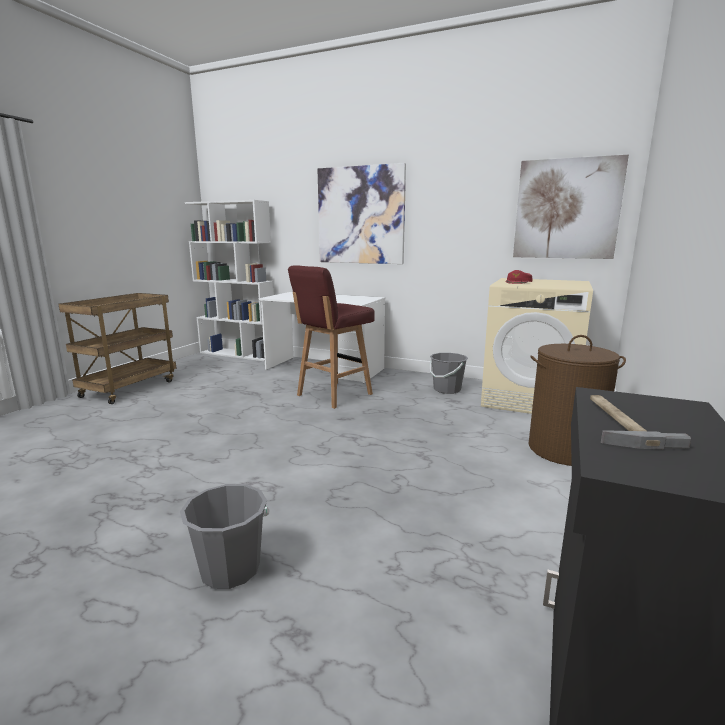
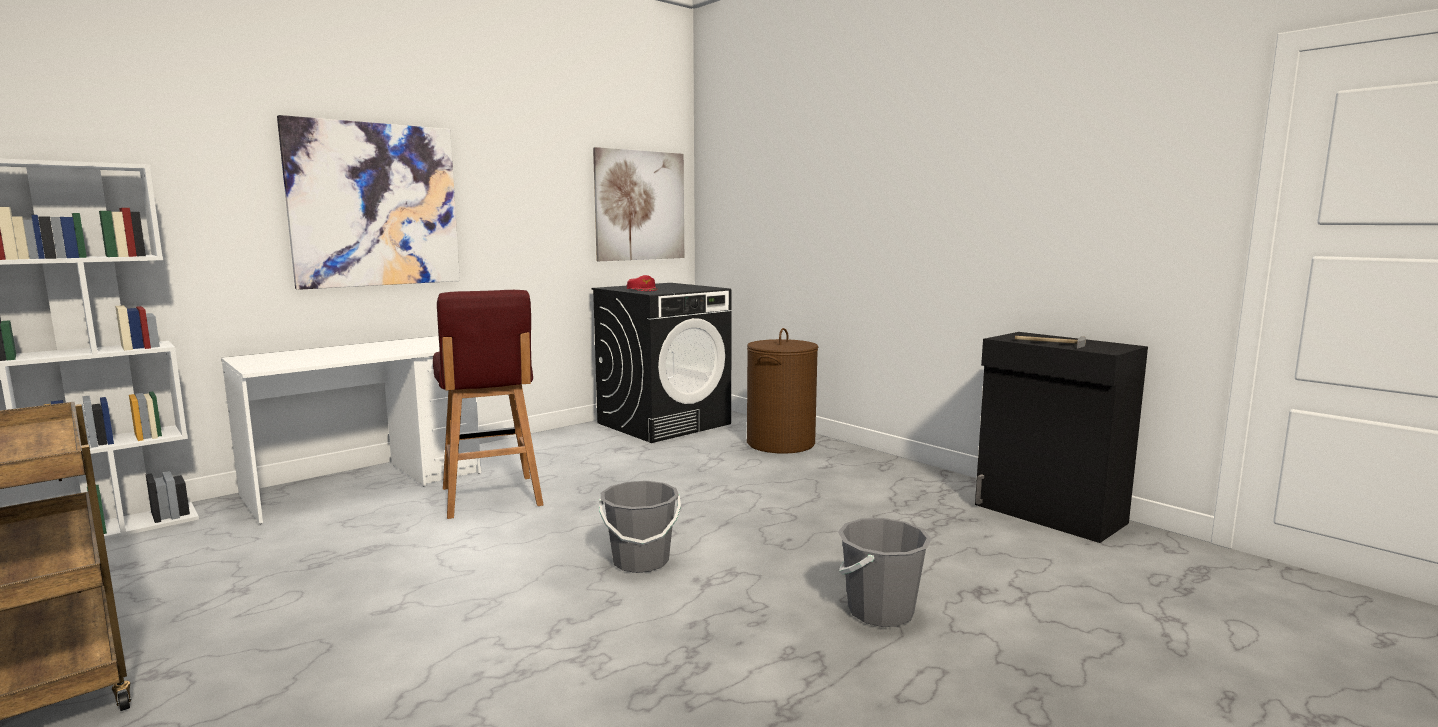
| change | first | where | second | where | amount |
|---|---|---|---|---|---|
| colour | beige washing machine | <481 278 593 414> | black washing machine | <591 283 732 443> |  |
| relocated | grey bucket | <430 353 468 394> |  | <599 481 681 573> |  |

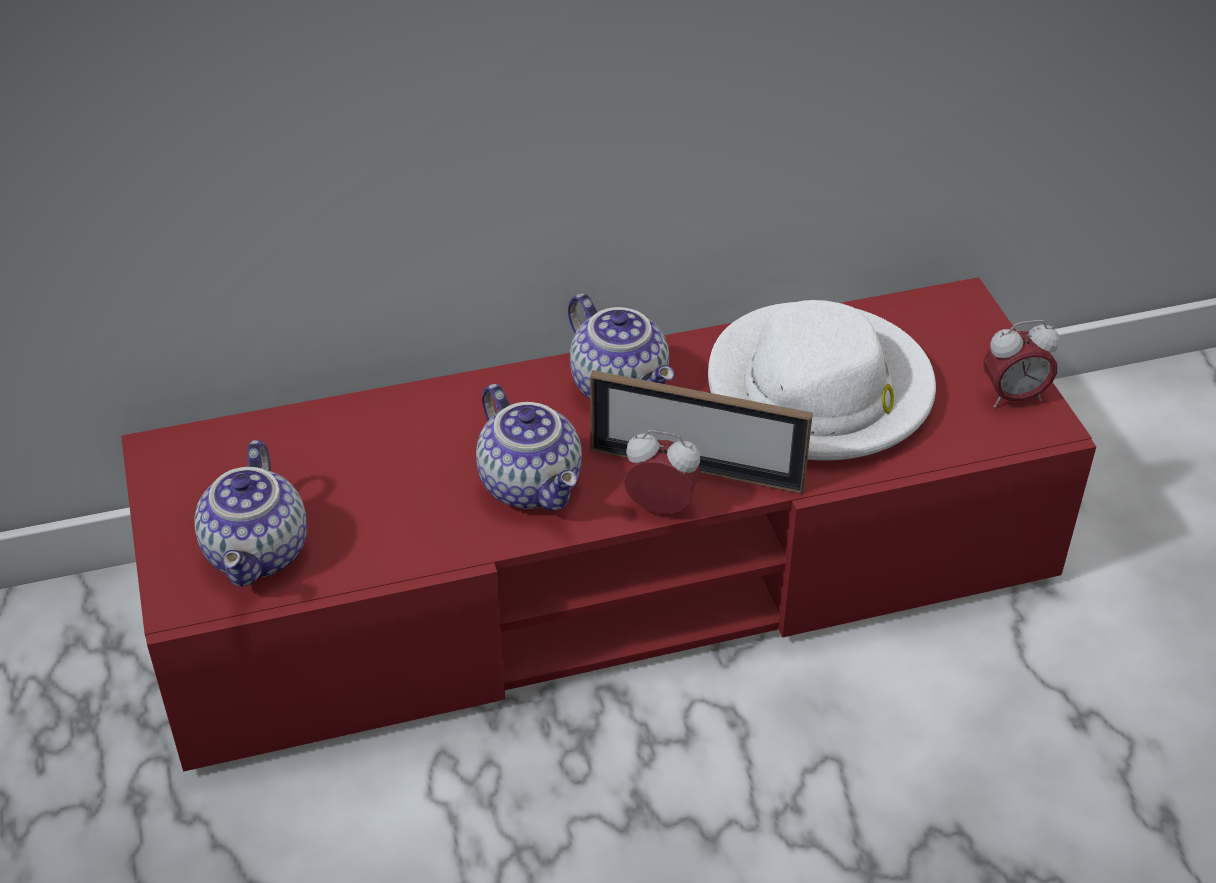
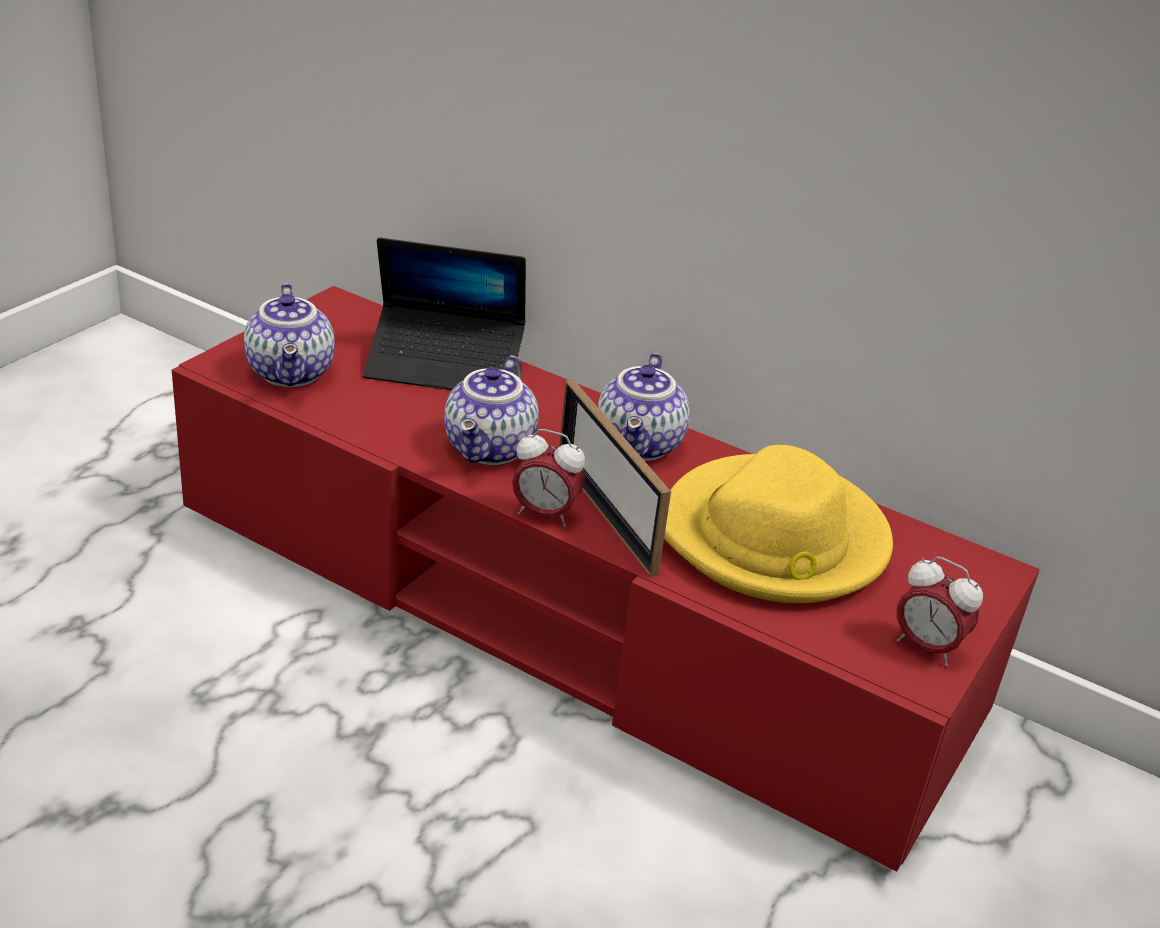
| change | first | where | second | where | amount |
|---|---|---|---|---|---|
| colour | white hat | <708 300 936 460> | yellow hat | <664 445 893 603> |  |
| spun | alarm clock | <624 430 701 514> |  | <512 429 585 527> | 135 degrees clockwise |
| spun | teapot | <194 440 307 587> |  | <244 283 335 387> | 60 degrees counterclockwise |
| appeared |  |  | laptop | <363 237 526 390> |  |

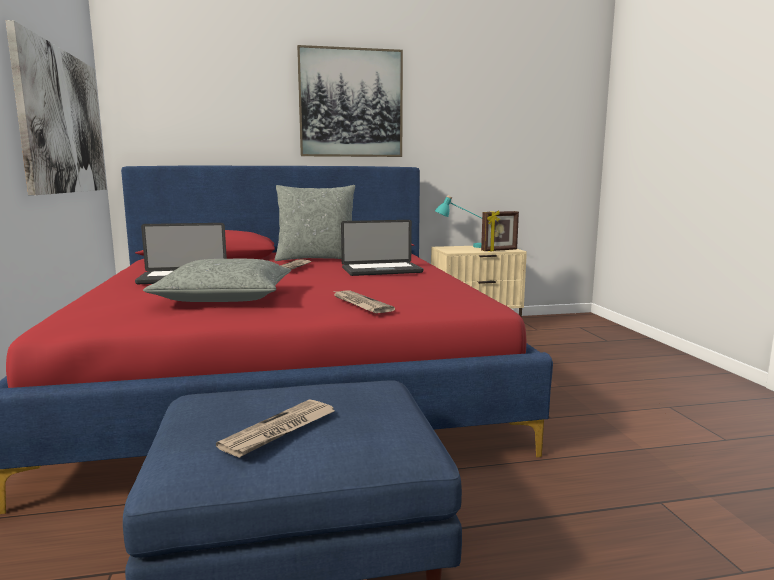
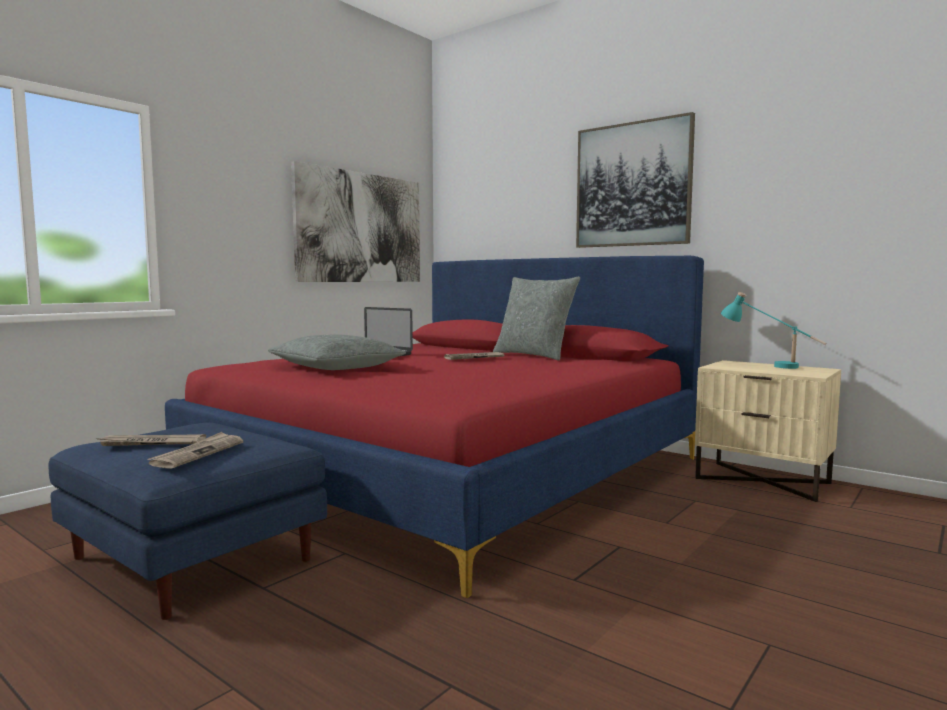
| change | first | where | second | where | amount |
|---|---|---|---|---|---|
| missing | picture frame | <481 210 519 252> |  |  |  |
| missing | laptop | <341 220 423 276> |  |  |  |
| relocated | newspaper | <332 290 395 313> |  | <147 432 243 469> |  |

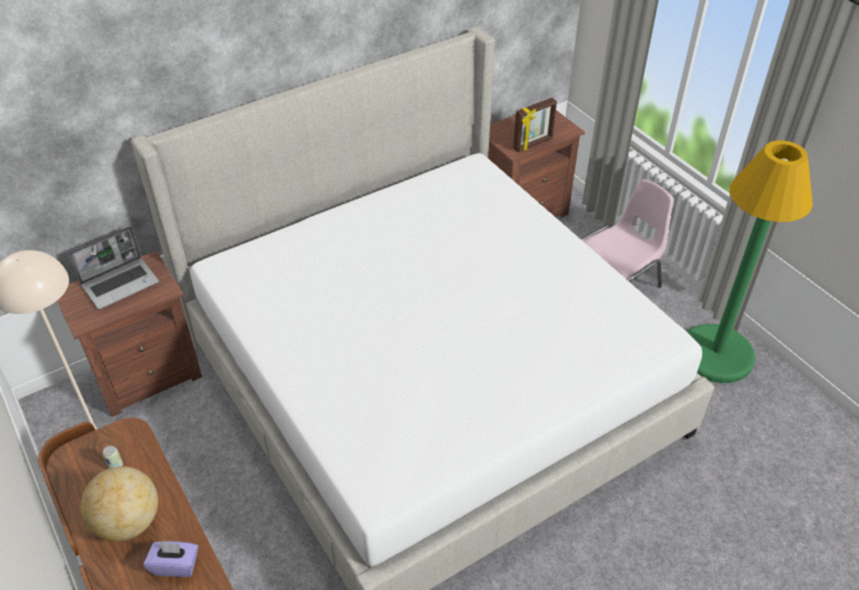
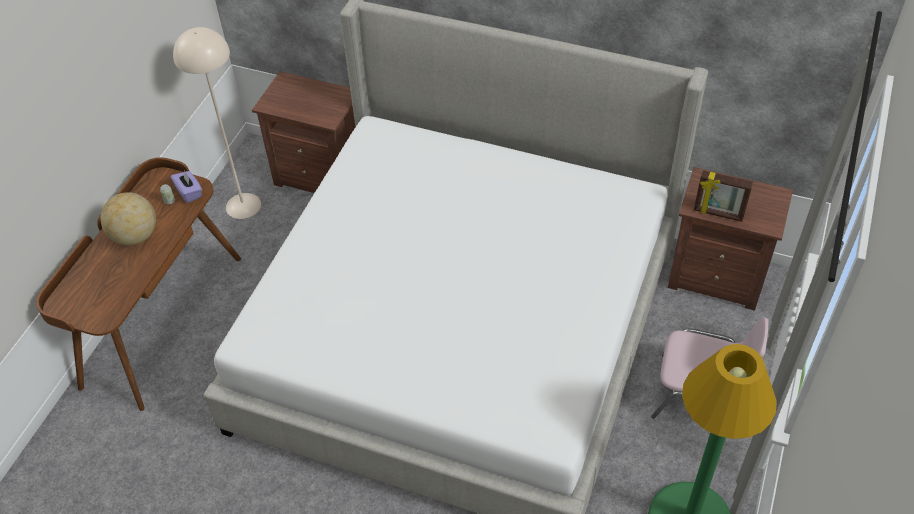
| change | first | where | second | where | amount |
|---|---|---|---|---|---|
| missing | laptop | <69 226 159 309> |  |  |  |
| relocated | purple tissue box | <144 541 198 577> |  | <171 171 202 203> |  |

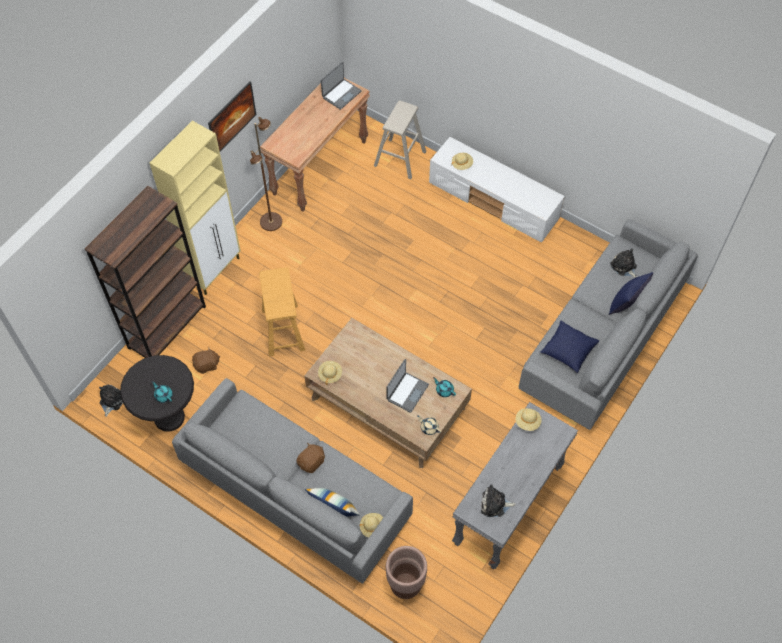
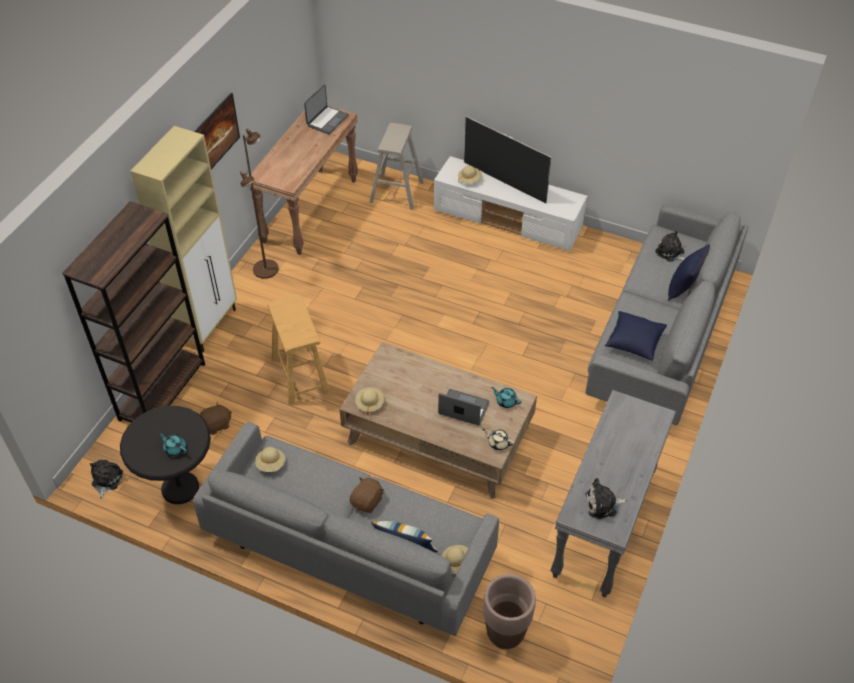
| change | first | where | second | where | amount |
|---|---|---|---|---|---|
| spun | laptop | <386 359 429 413> |  | <438 389 489 426> | 90 degrees counterclockwise |
| relocated | beige hat | <516 408 542 431> |  | <255 447 285 472> |  |
| appeared |  |  | television | <464 116 552 203> |  |

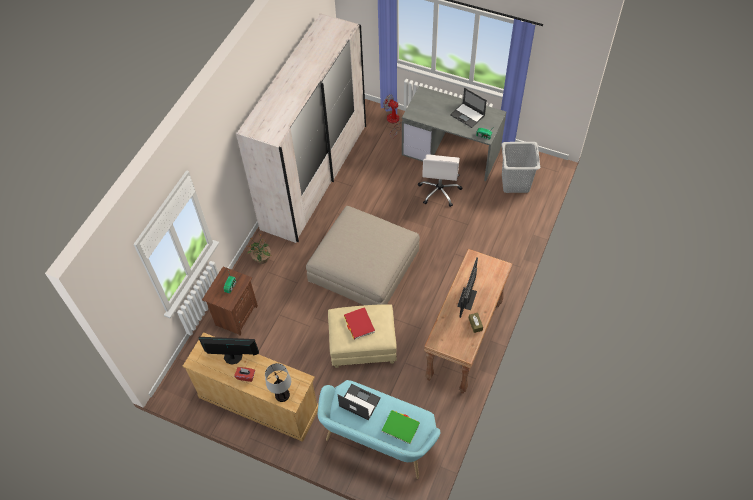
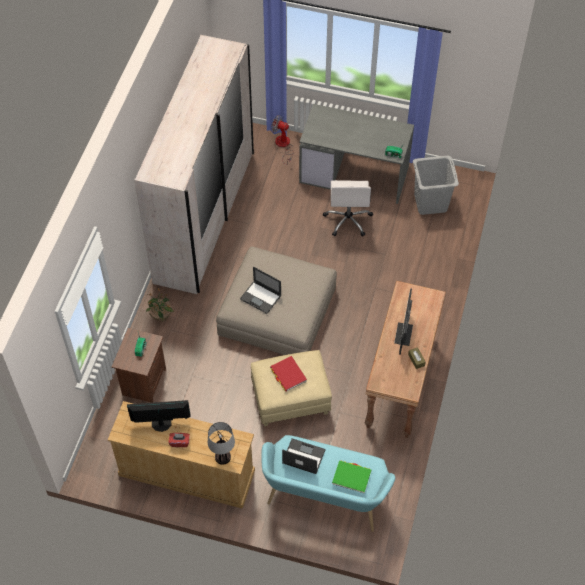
| change | first | where | second | where | amount |
|---|---|---|---|---|---|
| relocated | laptop | <450 88 487 128> |  | <240 267 282 314> |  |

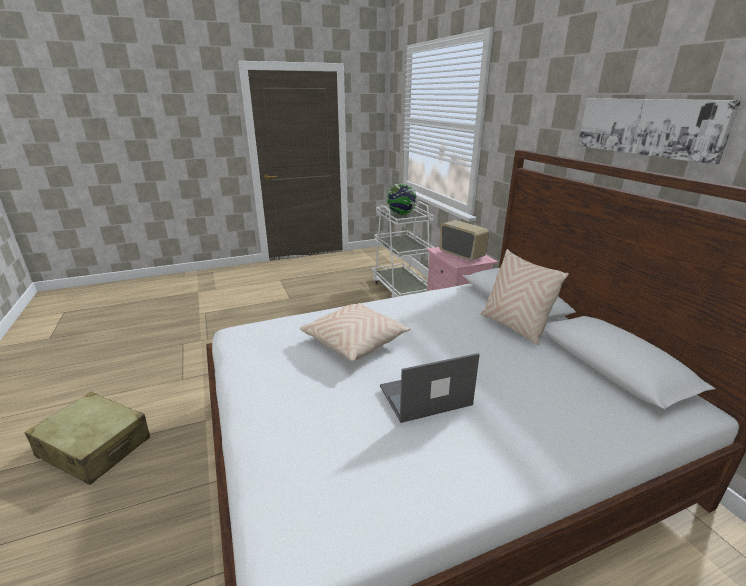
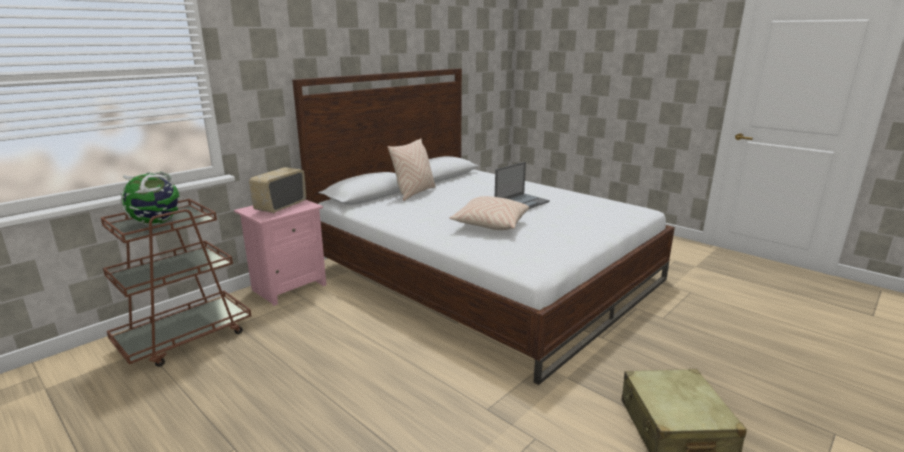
| change | first | where | second | where | amount |
|---|---|---|---|---|---|
| missing | picture | <578 98 741 165> |  |  |  |
| colour | white cart | <372 201 434 298> | brown cart | <101 199 251 367> |  |
| spun | laptop | <380 353 480 423> |  | <495 162 550 209> | 90 degrees counterclockwise |

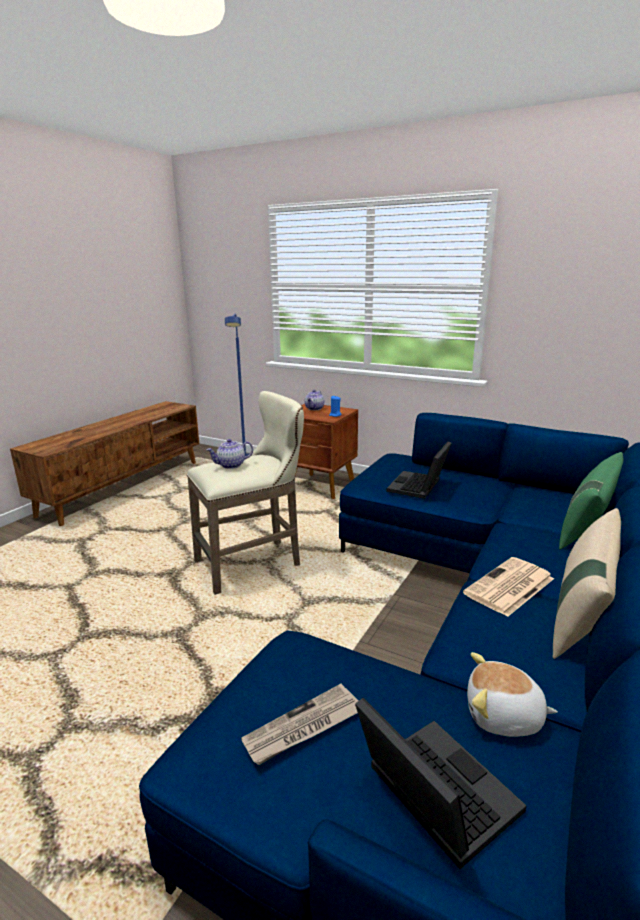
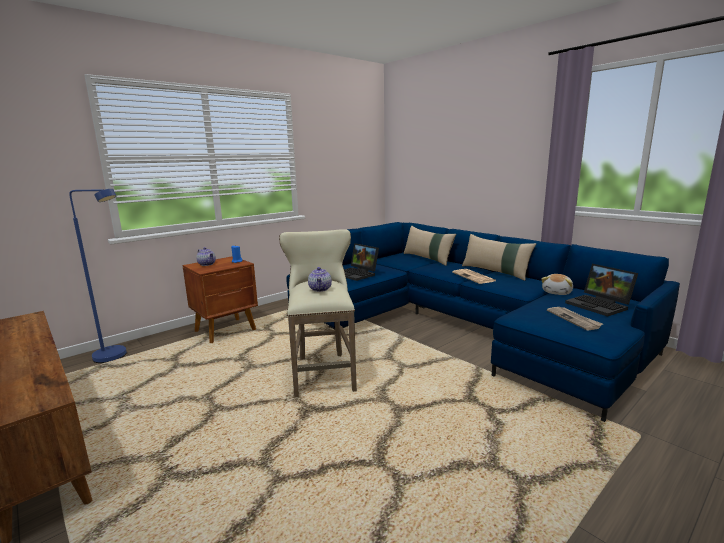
| change | first | where | second | where | amount |
|---|---|---|---|---|---|
| colour | green pillow | <559 452 624 550> | beige pillow | <404 226 456 266> |  |
| spun | laptop | <355 697 527 869> |  | <565 264 638 317> | 105 degrees counterclockwise |

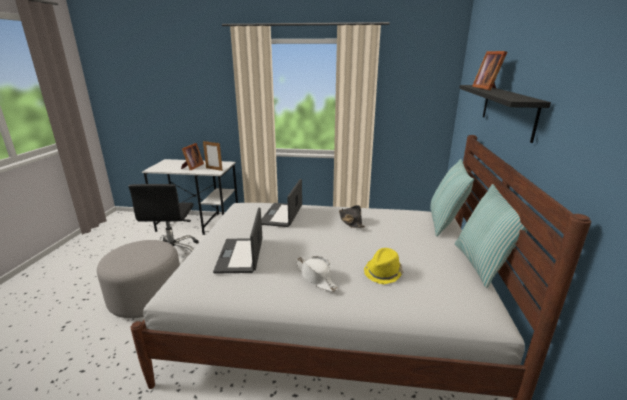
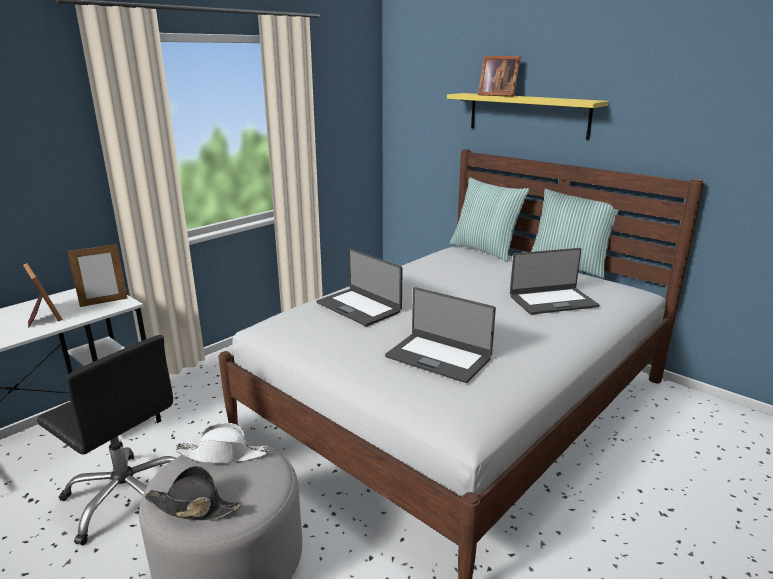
| change | first | where | second | where | amount |
|---|---|---|---|---|---|
| colour | black shelf | <459 85 551 143> | yellow shelf | <447 93 609 140> |  |
| relocated | black hat | <339 205 366 228> |  | <144 466 242 521> |  |
| exchanged | yellow hat | <364 248 404 284> | laptop | <510 248 599 315> |  |
| relocated | white hat | <296 256 338 292> |  | <176 423 269 463> |  |

